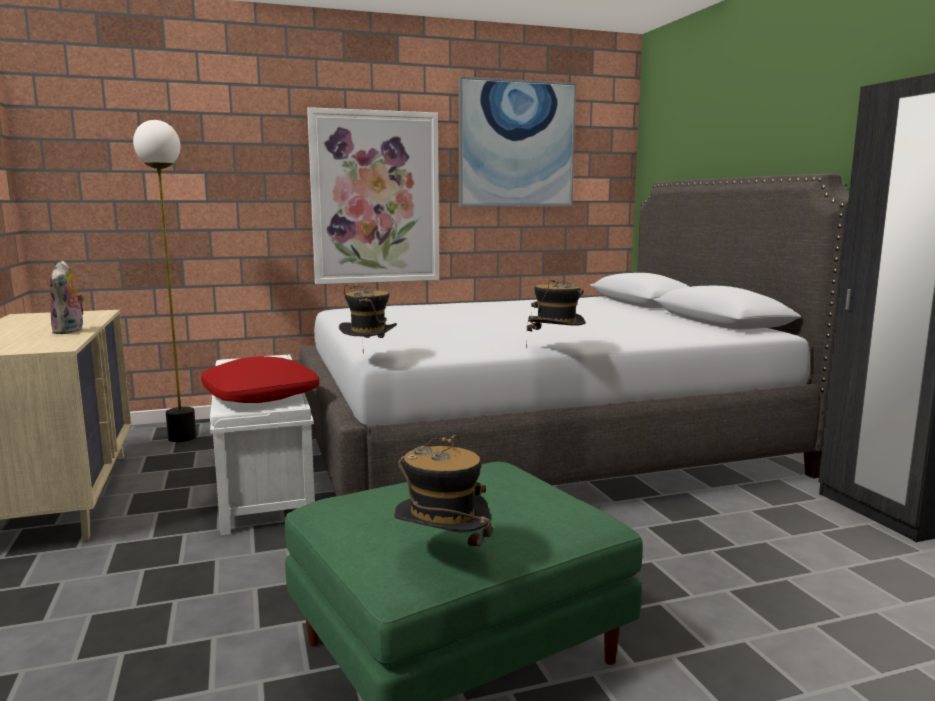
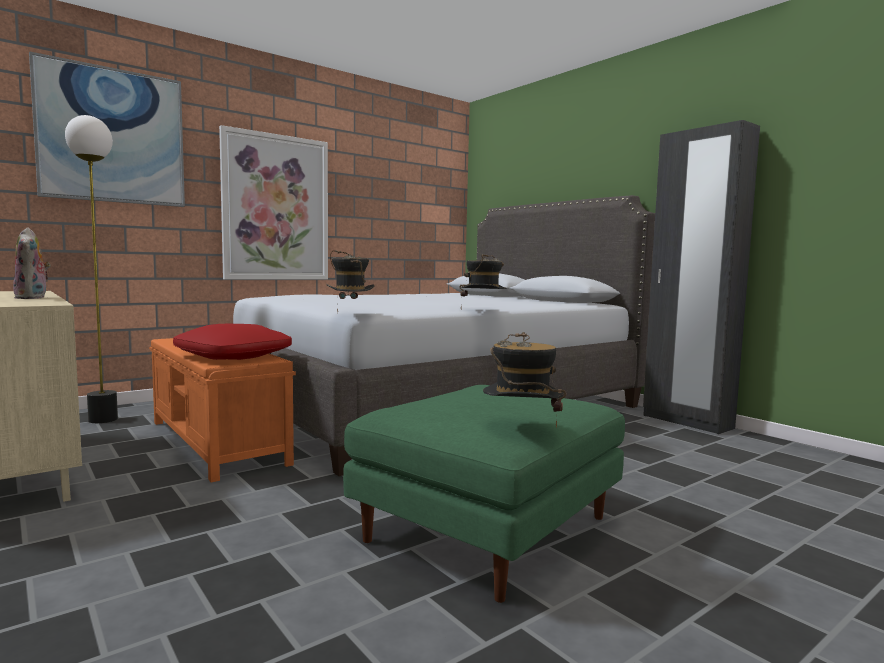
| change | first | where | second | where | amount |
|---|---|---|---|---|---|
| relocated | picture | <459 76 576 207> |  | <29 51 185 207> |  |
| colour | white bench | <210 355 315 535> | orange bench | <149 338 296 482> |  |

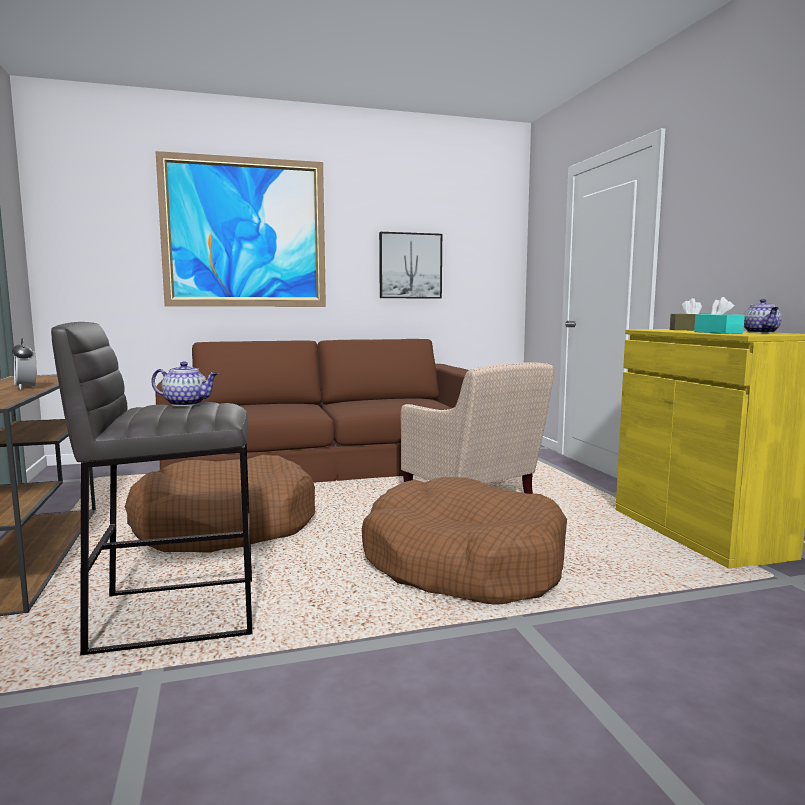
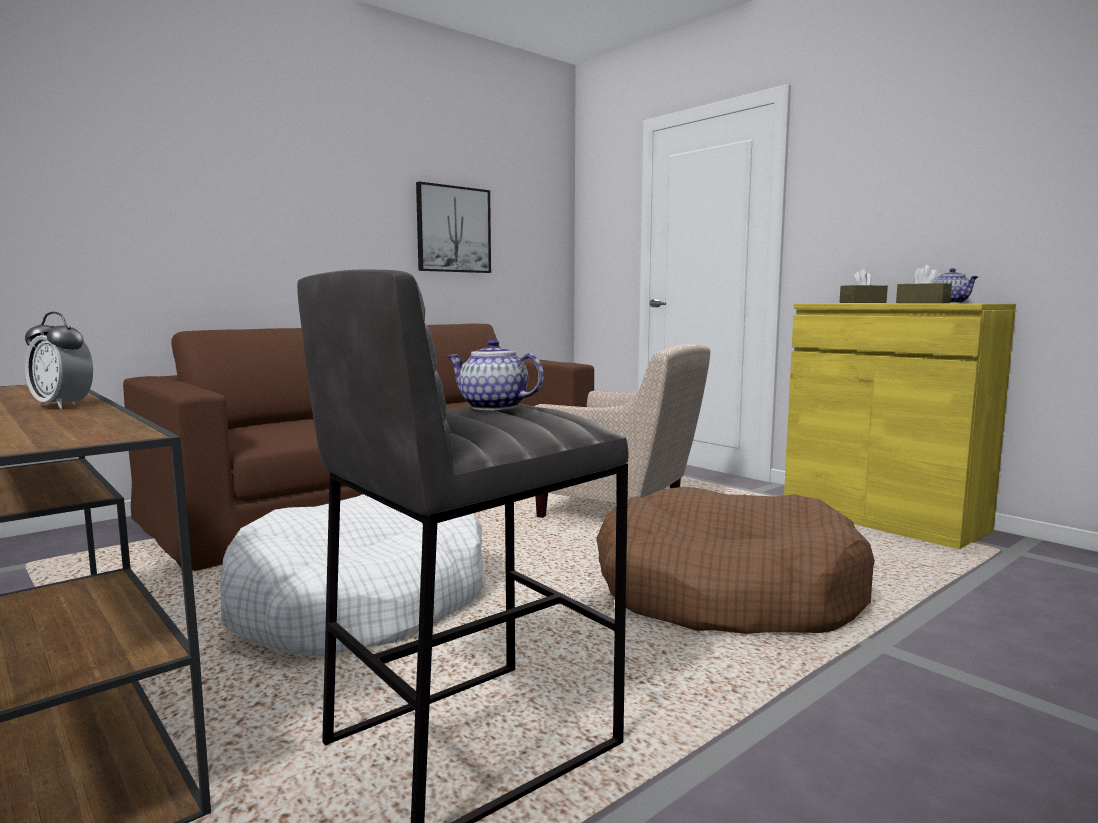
| change | first | where | second | where | amount |
|---|---|---|---|---|---|
| missing | picture | <155 151 326 307> |  |  |  |
| colour | turquoise tissue box | <694 297 745 334> | brown tissue box | <896 265 952 303> |  |
| spun | teapot | <151 361 218 406> |  | <447 339 544 410> | 135 degrees counterclockwise |
| colour | brown dog bed | <125 455 315 553> | white dog bed | <220 494 485 657> |  |

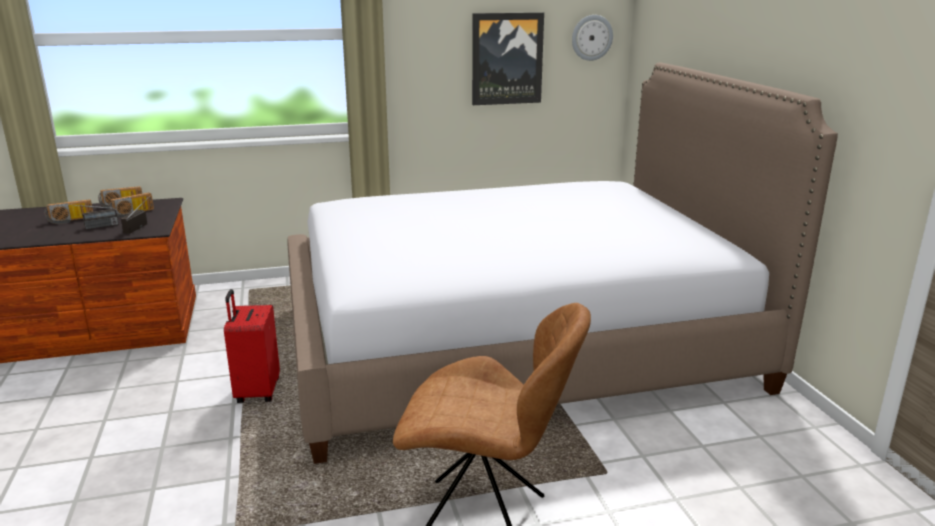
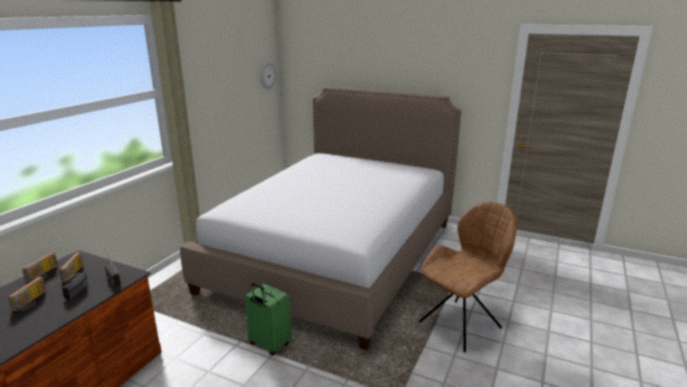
| change | first | where | second | where | amount |
|---|---|---|---|---|---|
| missing | picture | <472 12 544 105> |  |  |  |
| colour | red suitcase | <224 289 280 403> | green suitcase | <245 282 292 355> |  |

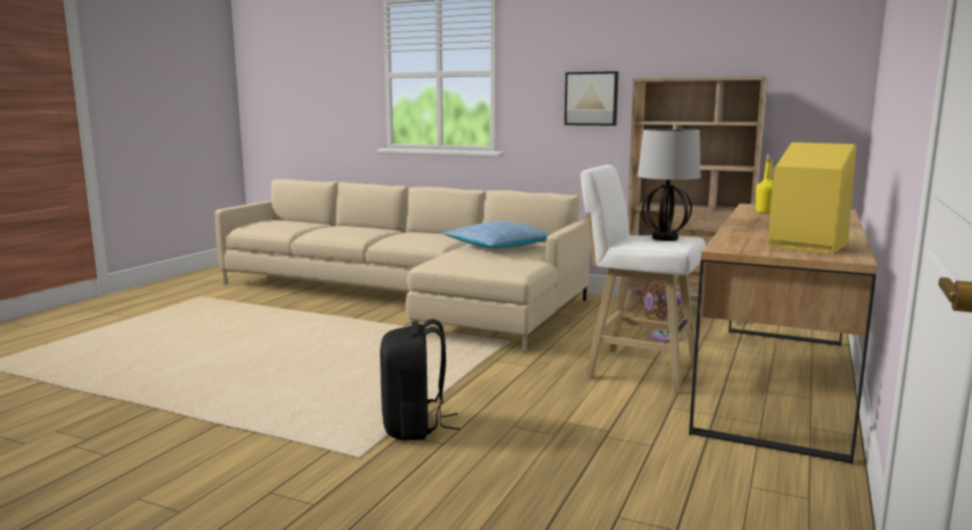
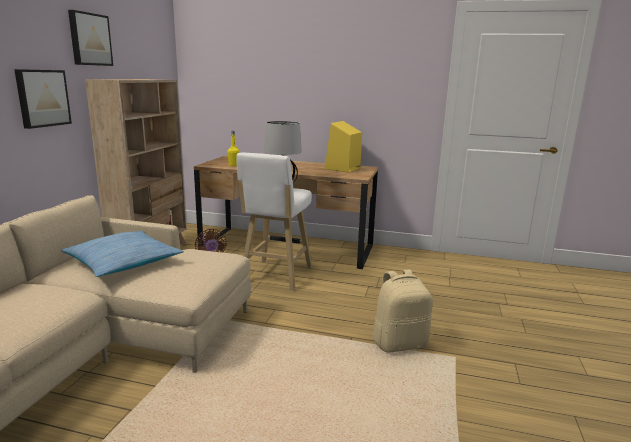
| change | first | where | second | where | amount |
|---|---|---|---|---|---|
| colour | black backpack | <380 319 460 440> | beige backpack | <373 270 433 353> |  |
| appeared |  |  | picture | <68 10 113 66> |  |

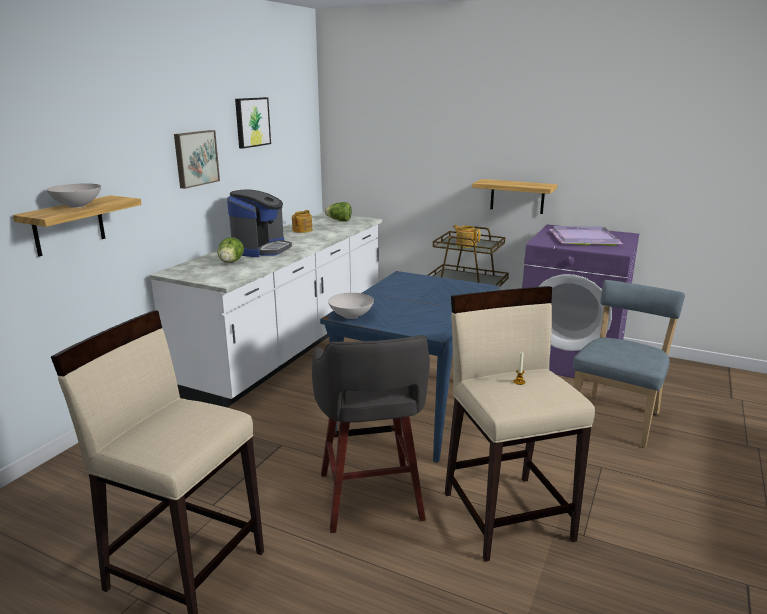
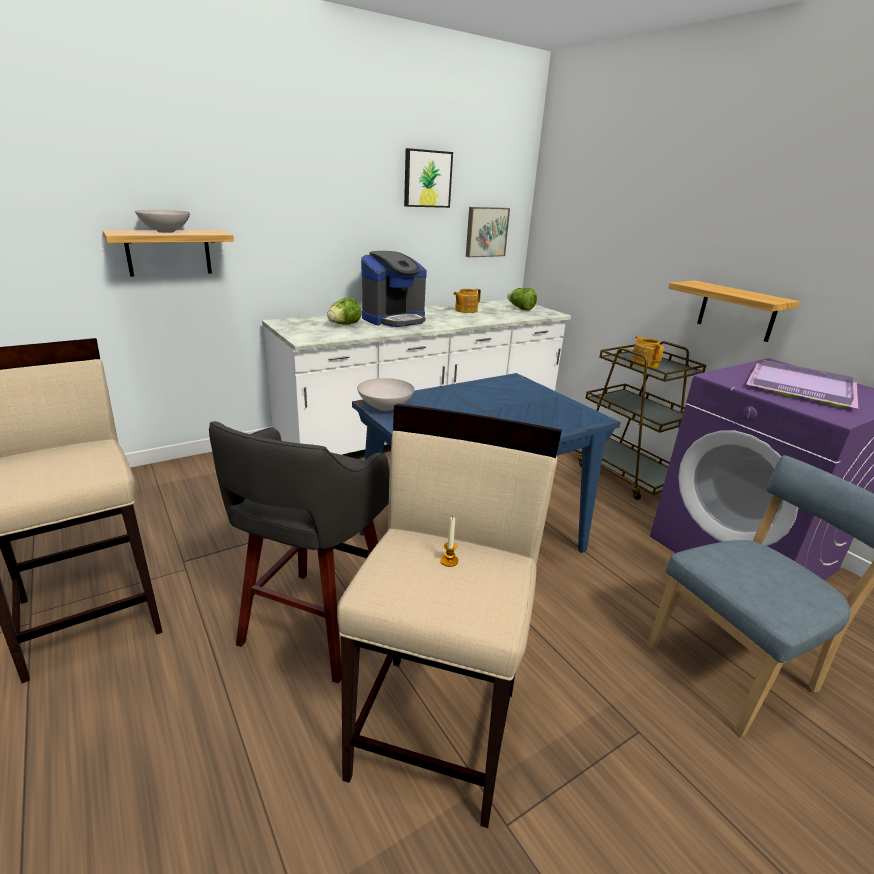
| change | first | where | second | where | amount |
|---|---|---|---|---|---|
| relocated | picture | <174 130 220 189> |  | <466 207 510 257> |  |

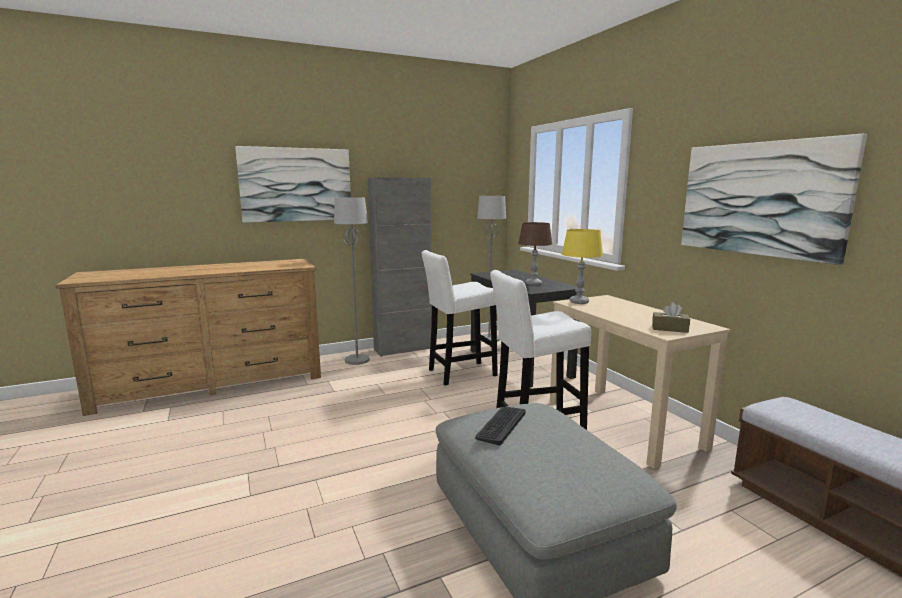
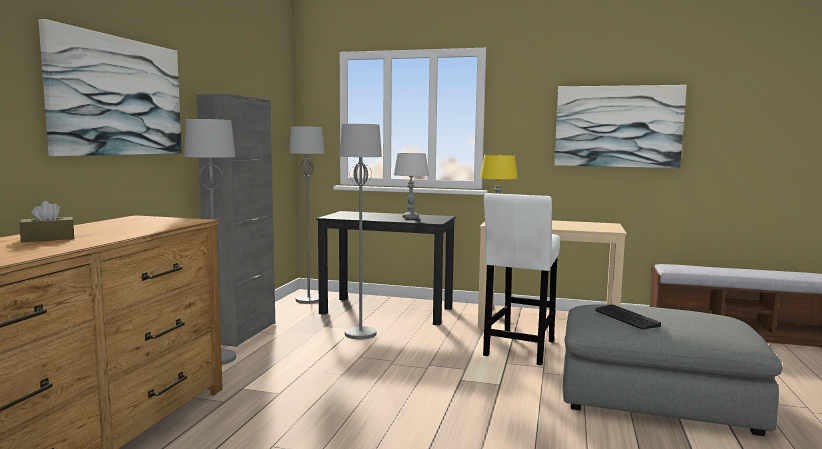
| change | first | where | second | where | amount |
|---|---|---|---|---|---|
| colour | brown table lamp | <518 222 552 285> | grey table lamp | <393 153 429 219> |  |
| exchanged | white stool | <422 250 498 385> | grey floor lamp | <339 124 382 339> |  |
| relocated | brown tissue box | <652 302 690 333> |  | <19 201 74 242> |  |

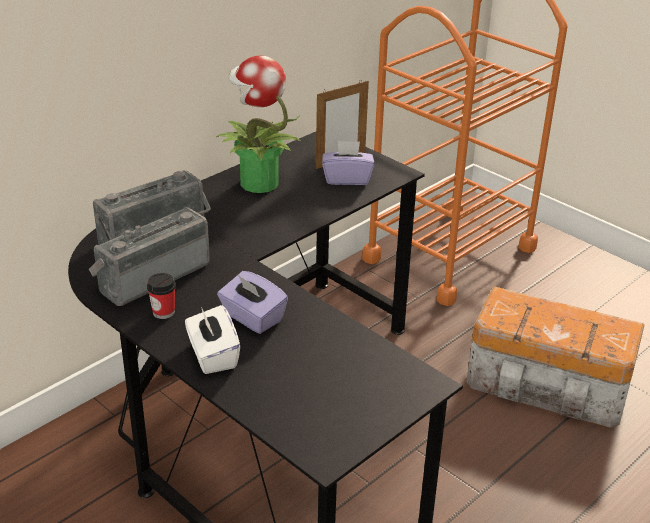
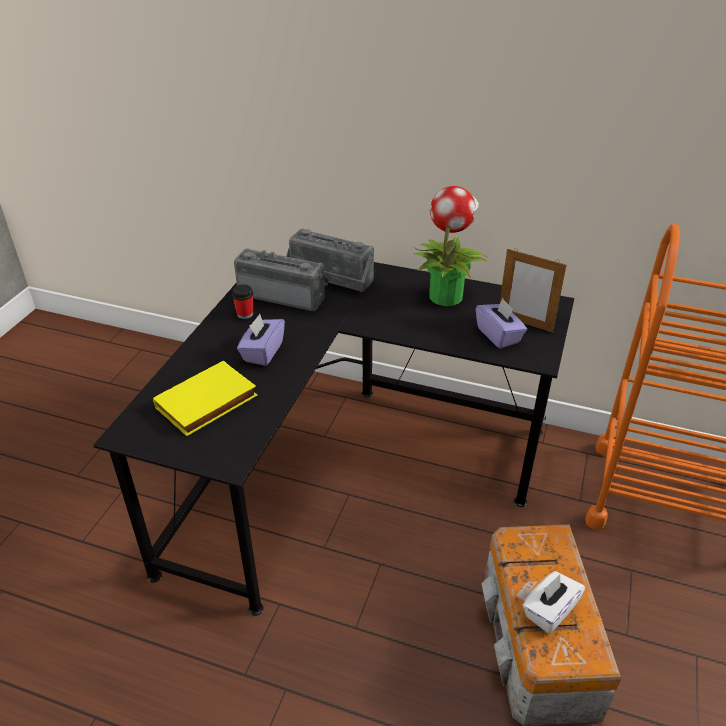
| change | first | where | second | where | amount |
|---|---|---|---|---|---|
| relocated | white tissue box | <185 305 240 374> |  | <522 571 585 634> |  |
| appeared |  |  | yellow book | <153 361 257 436> |  |

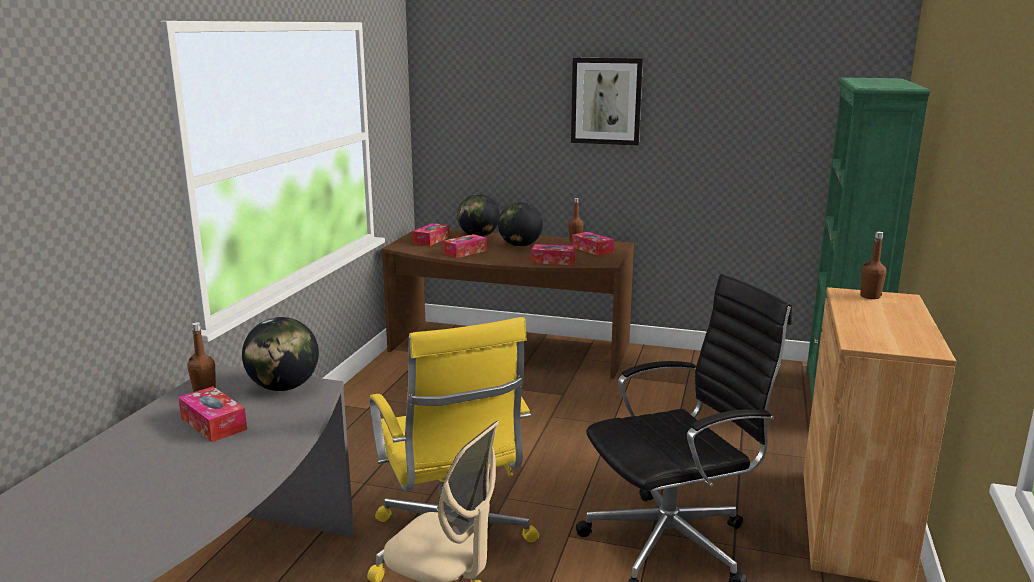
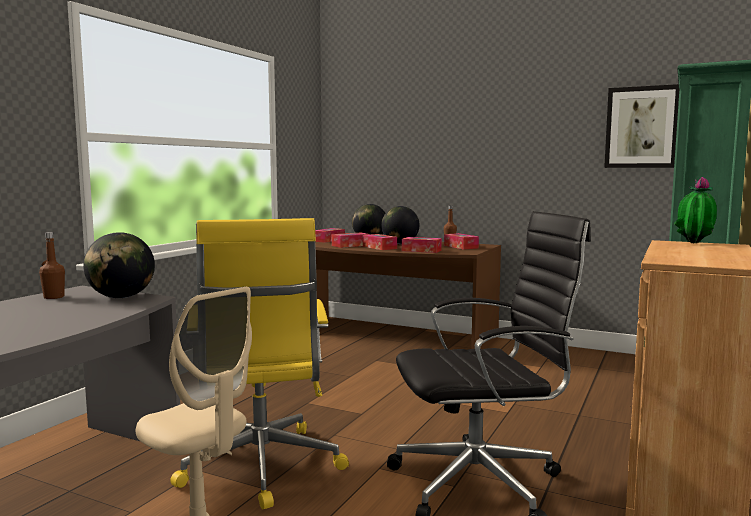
| change | first | where | second | where | amount |
|---|---|---|---|---|---|
| relocated | picture | <571 58 643 145> |  | <604 84 679 168> |  |
| exchanged | brown bottle | <860 232 887 299> | potted plant | <674 177 717 244> |  |
| relocated | tissue box | <178 386 247 442> |  | <363 234 397 250> |  |

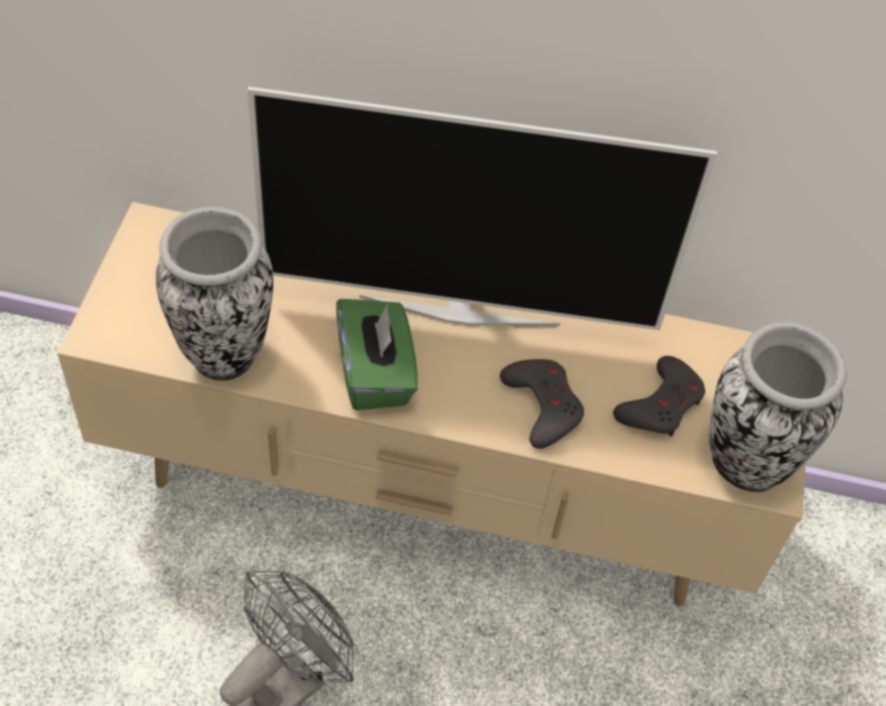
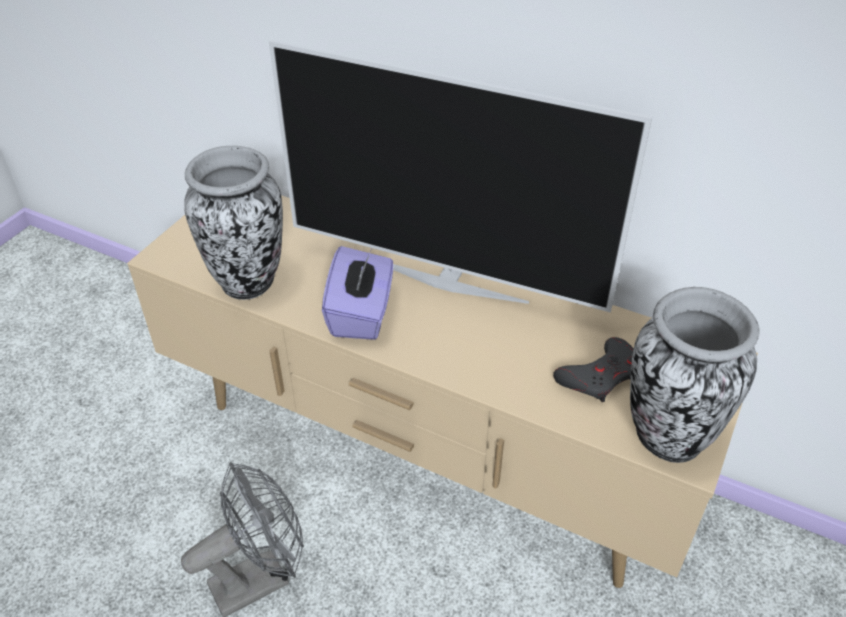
| change | first | where | second | where | amount |
|---|---|---|---|---|---|
| colour | green tissue box | <336 299 418 410> | purple tissue box | <322 246 393 340> |  |
| missing | grey game controller | <500 359 584 449> |  |  |  |

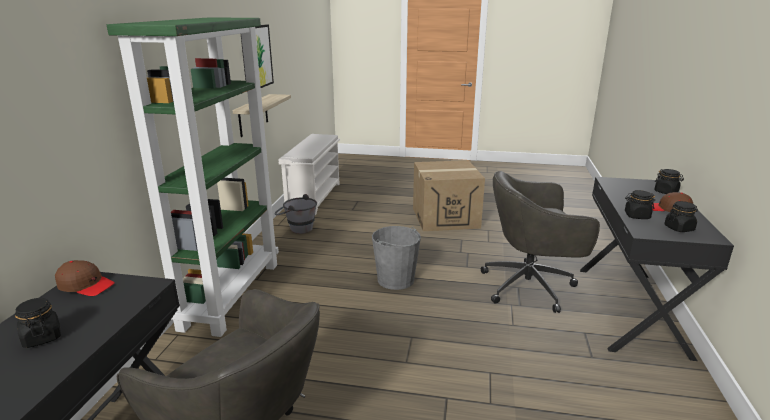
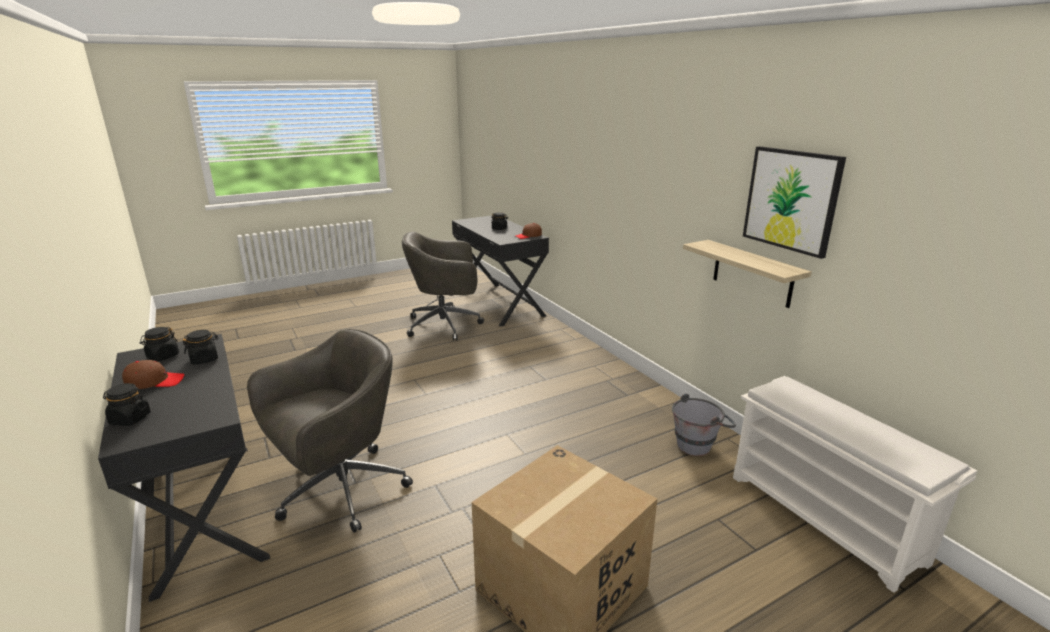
| change | first | where | second | where | amount |
|---|---|---|---|---|---|
| missing | green bookcase | <107 17 279 337> |  |  |  |
| missing | grey bucket | <372 226 421 290> |  |  |  |

